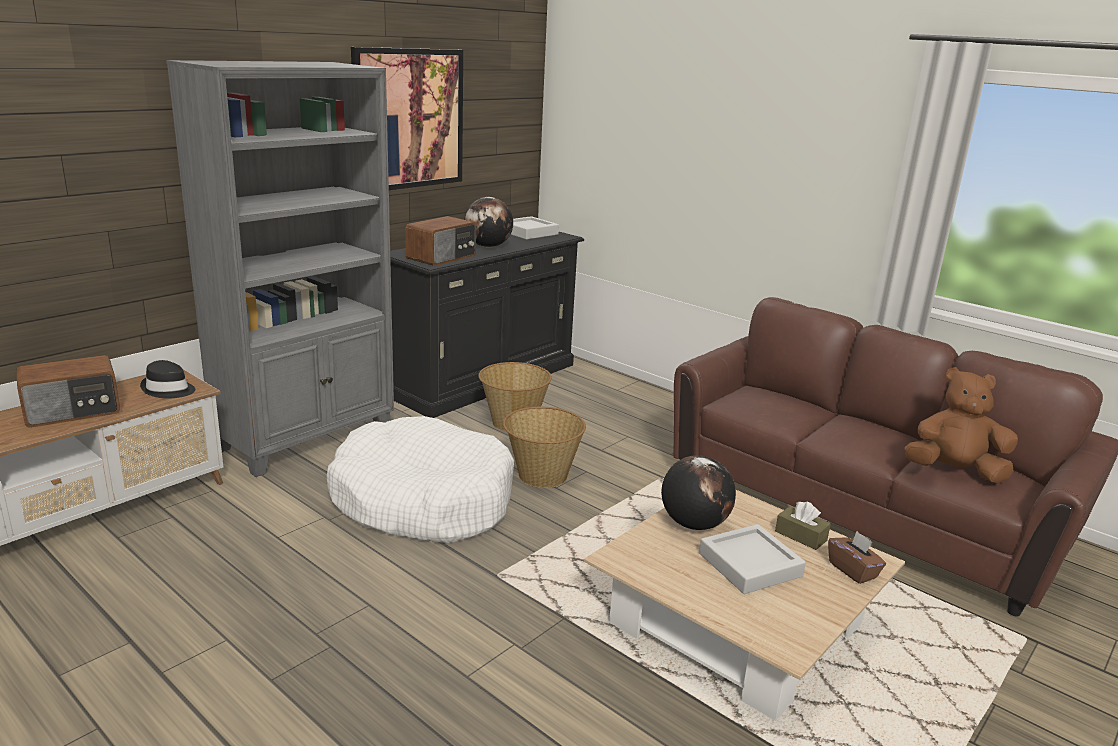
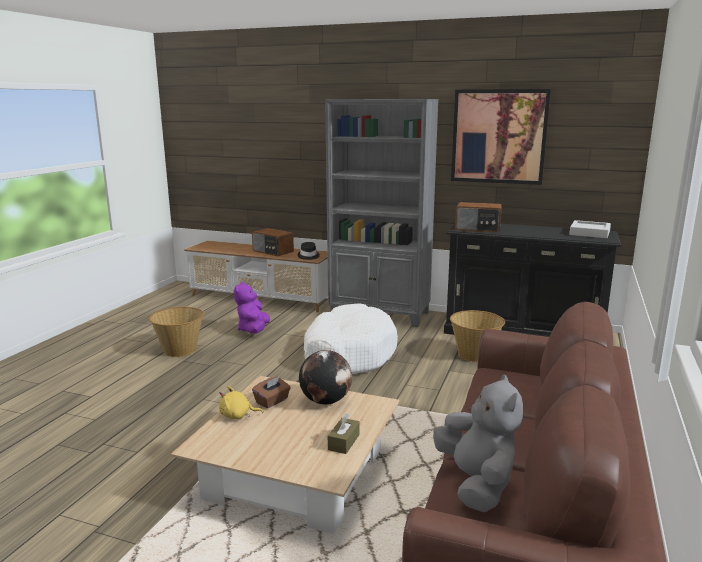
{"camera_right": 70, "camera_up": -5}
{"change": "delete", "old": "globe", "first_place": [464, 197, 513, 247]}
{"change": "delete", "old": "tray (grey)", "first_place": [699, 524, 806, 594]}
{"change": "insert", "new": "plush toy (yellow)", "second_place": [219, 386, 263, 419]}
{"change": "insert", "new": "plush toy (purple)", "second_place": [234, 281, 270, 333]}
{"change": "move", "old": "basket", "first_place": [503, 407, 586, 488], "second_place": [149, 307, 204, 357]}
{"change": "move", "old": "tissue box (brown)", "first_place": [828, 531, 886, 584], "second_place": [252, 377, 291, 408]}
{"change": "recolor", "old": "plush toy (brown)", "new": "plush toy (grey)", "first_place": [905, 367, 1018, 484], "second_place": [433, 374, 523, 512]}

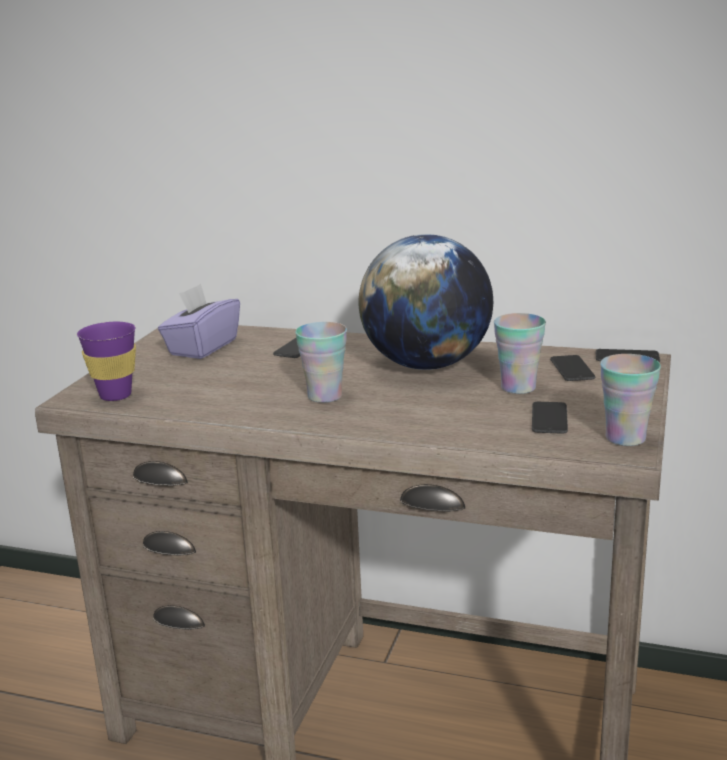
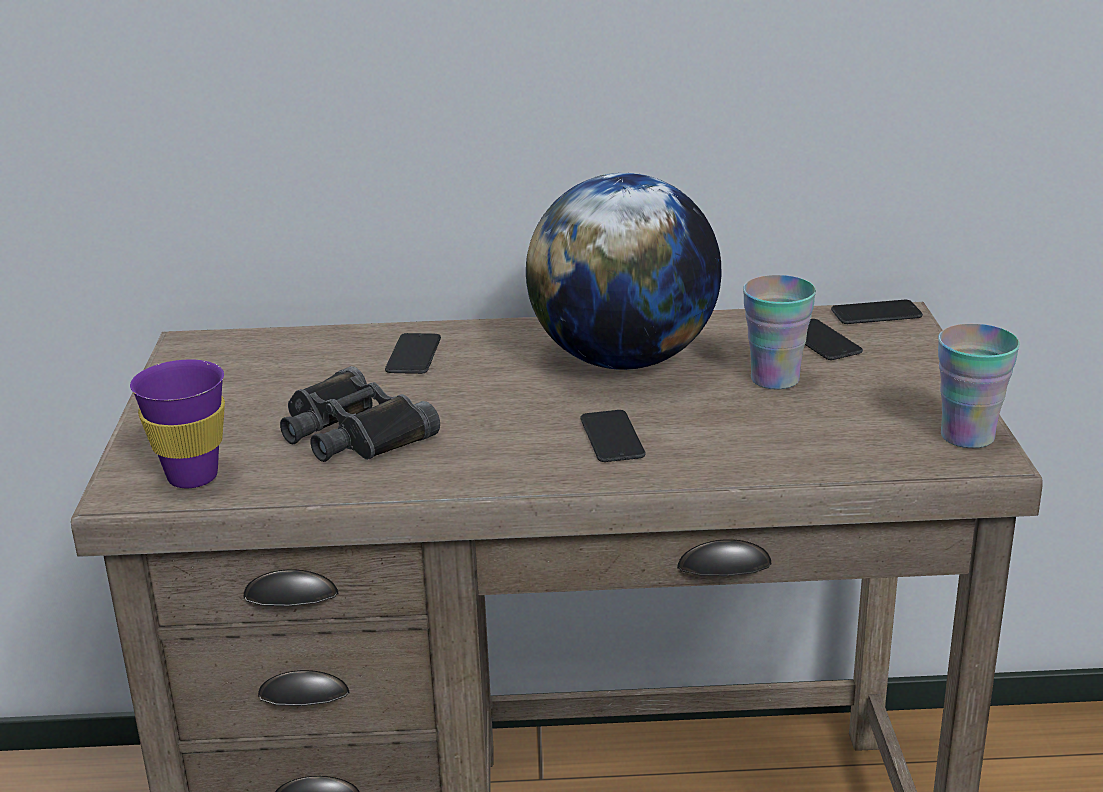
{"camera_right": -20, "camera_up": 5}
{"change": "delete", "old": "tissue box (purple)", "first_place": [158, 284, 240, 359]}
{"change": "delete", "old": "cup", "first_place": [295, 322, 347, 403]}
{"change": "insert", "new": "binoculars (black)", "second_place": [280, 366, 440, 462]}
{"change": "move", "old": "phone", "first_place": [532, 402, 568, 434], "second_place": [581, 410, 646, 462]}

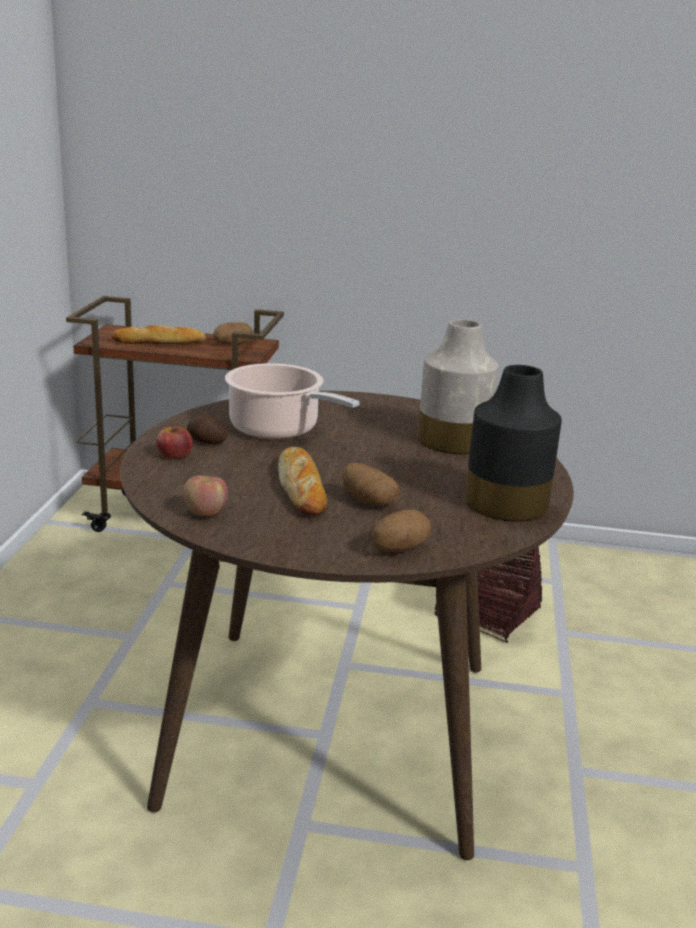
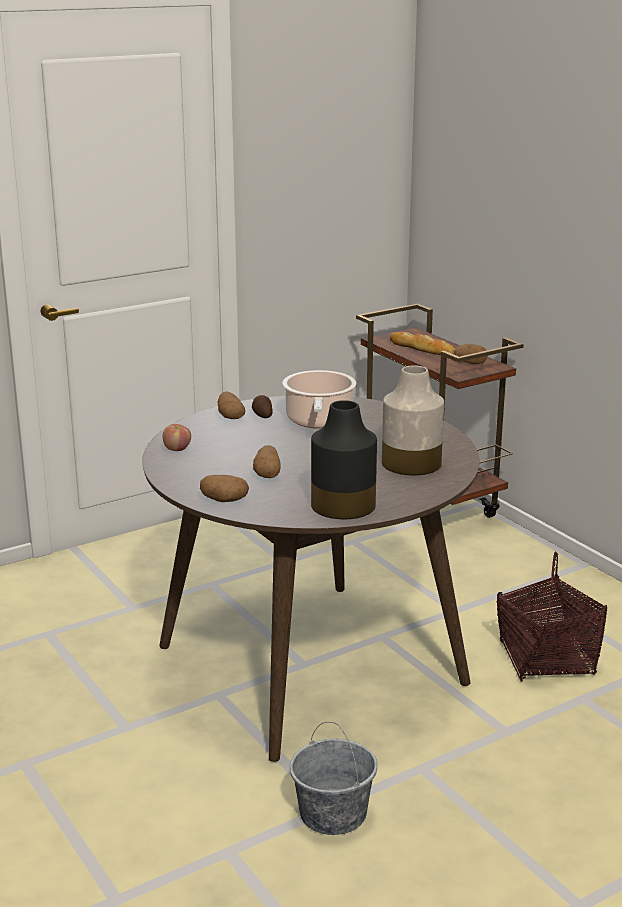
{"camera_right": 50, "camera_up": 0}
{"change": "delete", "old": "bread", "first_place": [278, 447, 327, 516]}
{"change": "insert", "new": "bucket (grey)", "second_place": [290, 722, 378, 835]}
{"change": "replace", "old": "apple", "new": "potato", "first_place": [156, 424, 193, 459], "second_place": [218, 392, 245, 419]}

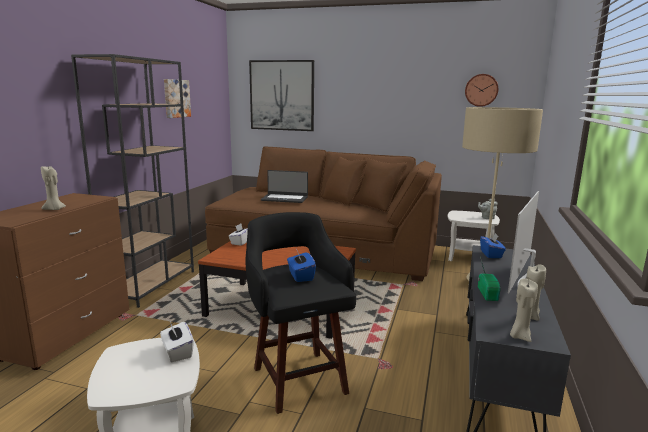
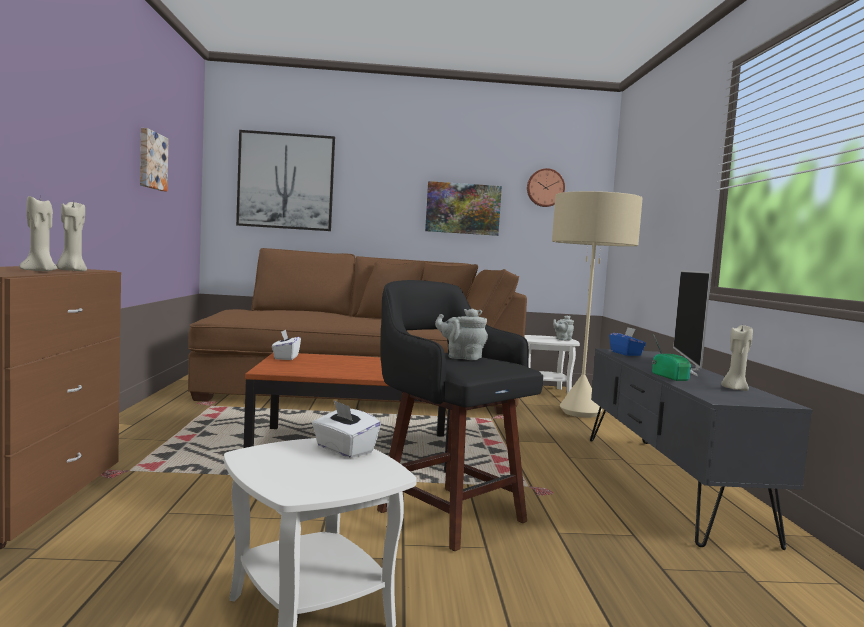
{"camera_right": -20, "camera_up": -10}
{"change": "delete", "old": "bookcase", "first_place": [71, 54, 194, 308]}
{"change": "delete", "old": "laptop", "first_place": [261, 170, 308, 203]}
{"change": "insert", "new": "picture", "second_place": [425, 181, 502, 236]}
{"change": "move", "old": "candle (beige)", "first_place": [510, 279, 538, 342], "second_place": [56, 201, 87, 271]}
{"change": "replace", "old": "tissue box (blue)", "new": "teapot (grey)", "first_place": [287, 249, 316, 282], "second_place": [435, 308, 488, 360]}

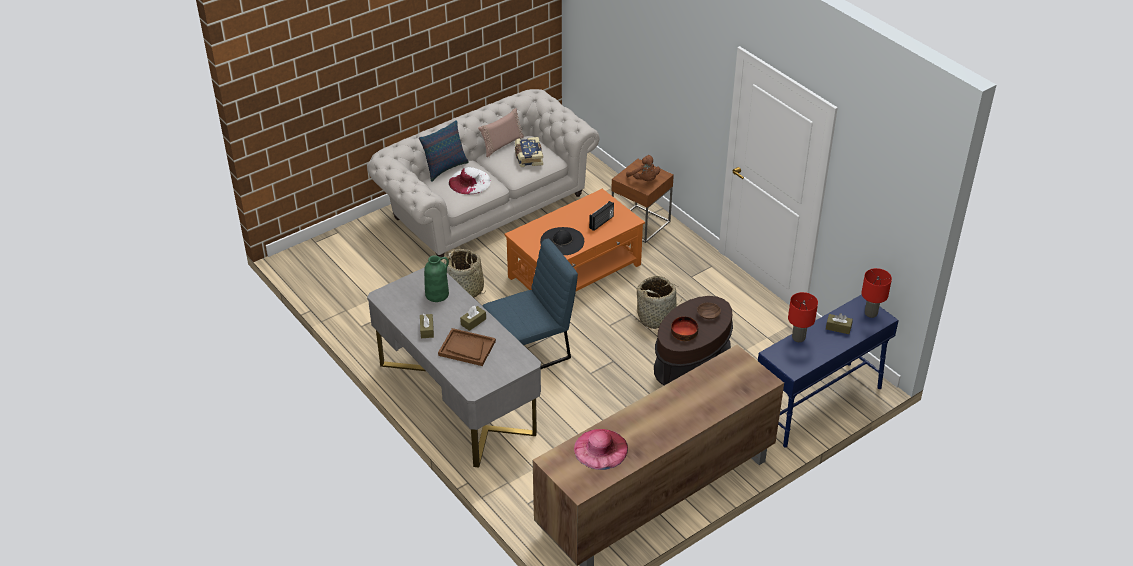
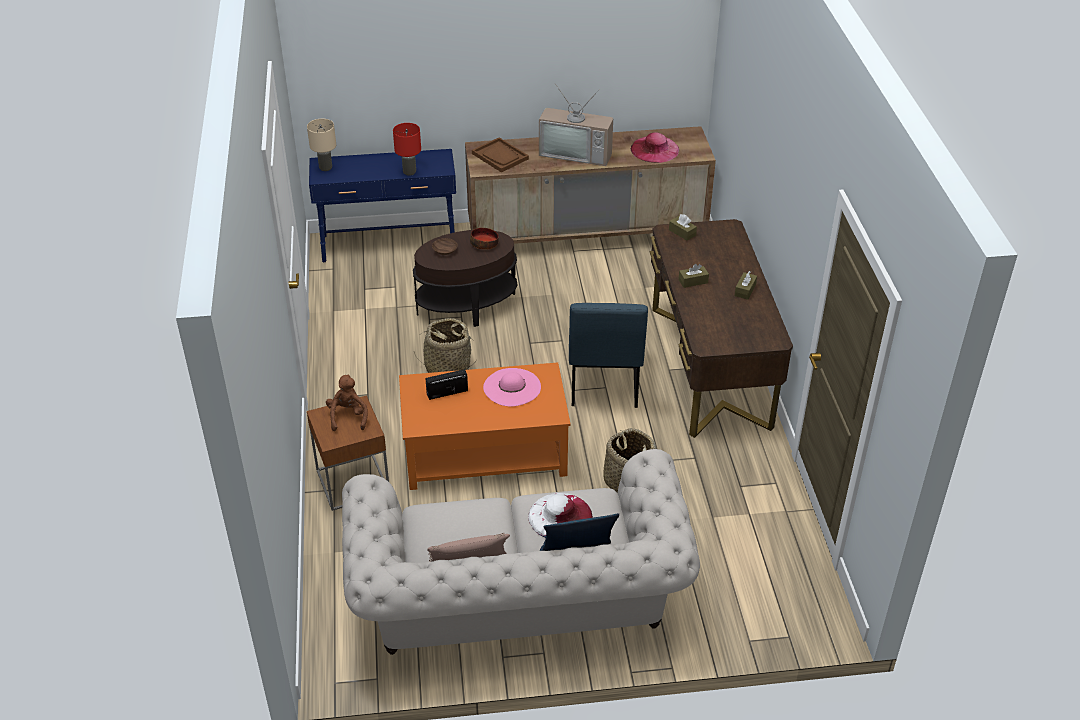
{"camera_right": -150, "camera_up": 0}
{"change": "delete", "old": "vase (green)", "first_place": [424, 255, 449, 302]}
{"change": "delete", "old": "book", "first_place": [515, 137, 543, 167]}
{"change": "insert", "new": "television", "second_place": [539, 85, 613, 166]}
{"change": "move", "old": "tray (brown)", "first_place": [438, 328, 496, 366], "second_place": [472, 138, 529, 172]}
{"change": "move", "old": "tissue box (brown)", "first_place": [826, 313, 853, 334], "second_place": [669, 214, 697, 241]}
{"change": "recolor", "old": "desk (grey)", "new": "desk (brown)", "first_place": [367, 267, 541, 468], "second_place": [650, 219, 793, 438]}
{"change": "recolor", "old": "hat (black)", "new": "hat (pink)", "first_place": [540, 227, 584, 255], "second_place": [483, 368, 541, 407]}
{"change": "recolor", "old": "table lamp (red)", "new": "table lamp (beige)", "first_place": [861, 268, 892, 318], "second_place": [307, 119, 336, 171]}
{"change": "rotate", "old": "chair (blue)", "first_place": [483, 238, 578, 369], "second_place": [569, 303, 648, 408], "degrees": -90}

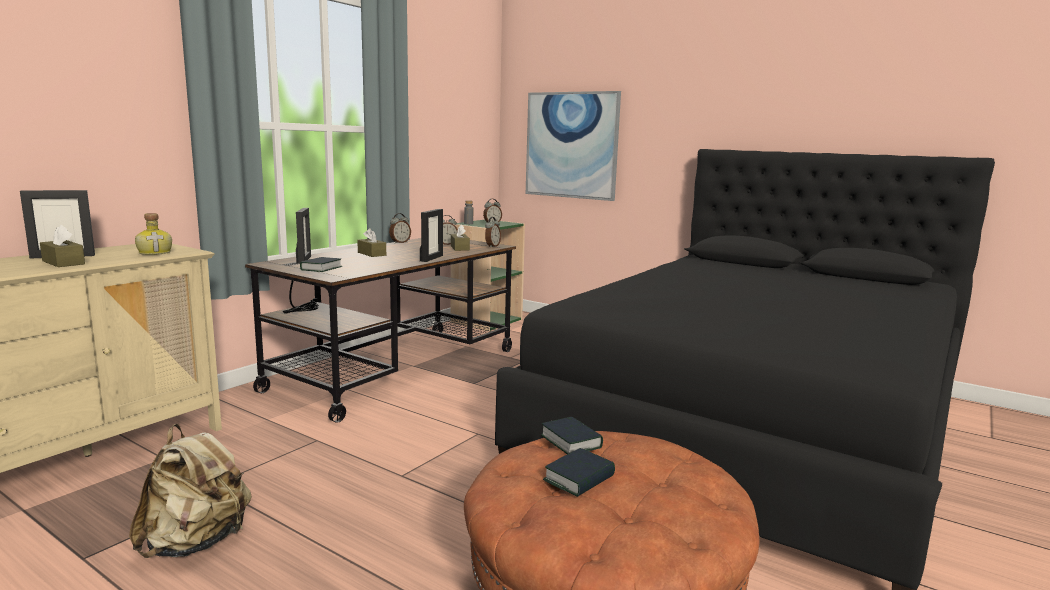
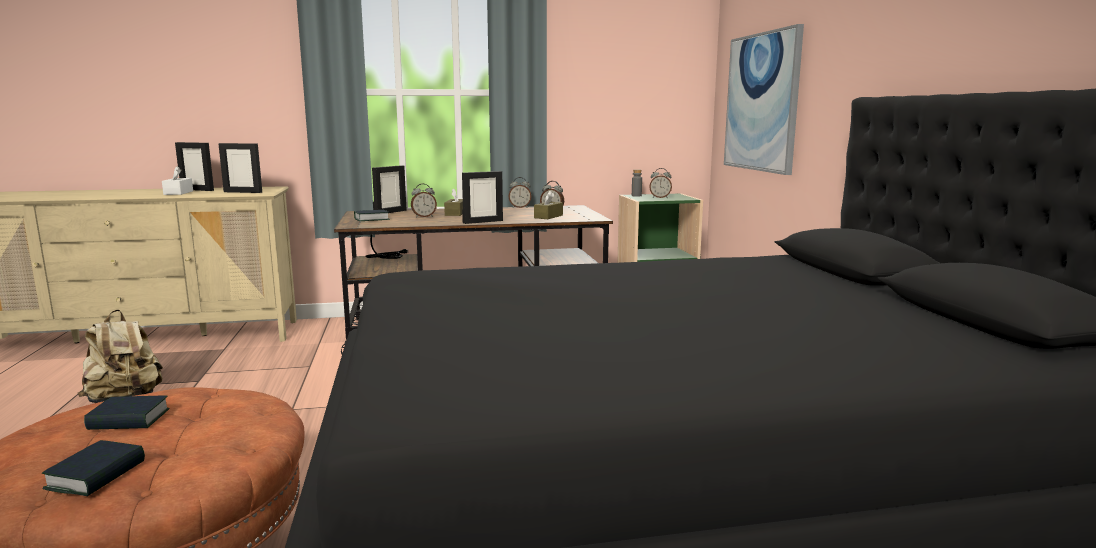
{"camera_right": 45, "camera_up": 0}
{"change": "move", "old": "alarm clock", "first_place": [485, 217, 501, 248], "second_place": [411, 184, 437, 218]}
{"change": "move", "old": "book", "first_place": [541, 417, 603, 454], "second_place": [42, 440, 145, 496]}
{"change": "replace", "old": "bottle", "new": "picture frame", "first_place": [135, 213, 172, 255], "second_place": [218, 143, 262, 193]}
{"change": "recolor", "old": "tissue box (brown)", "new": "tissue box (white)", "first_place": [40, 225, 85, 267], "second_place": [162, 166, 193, 195]}

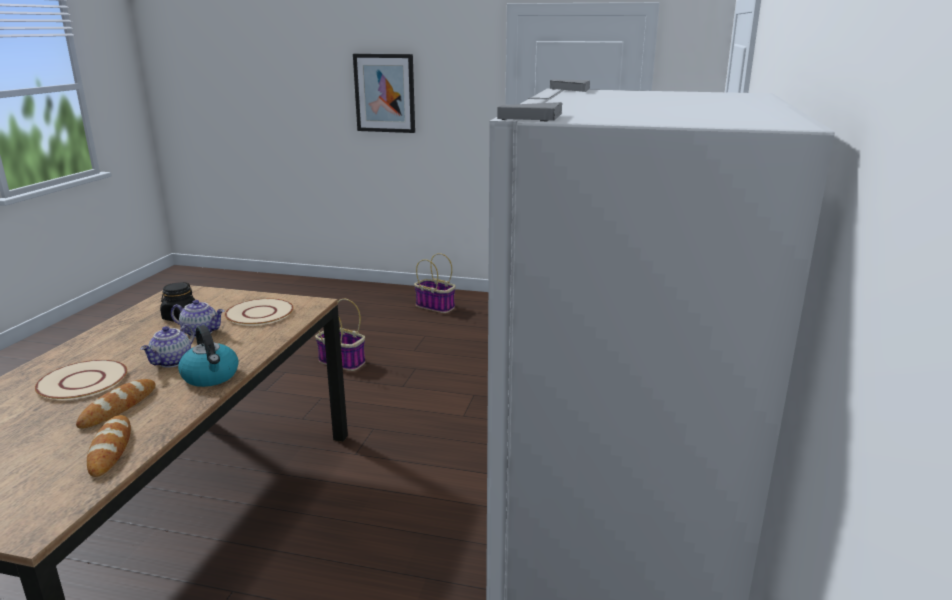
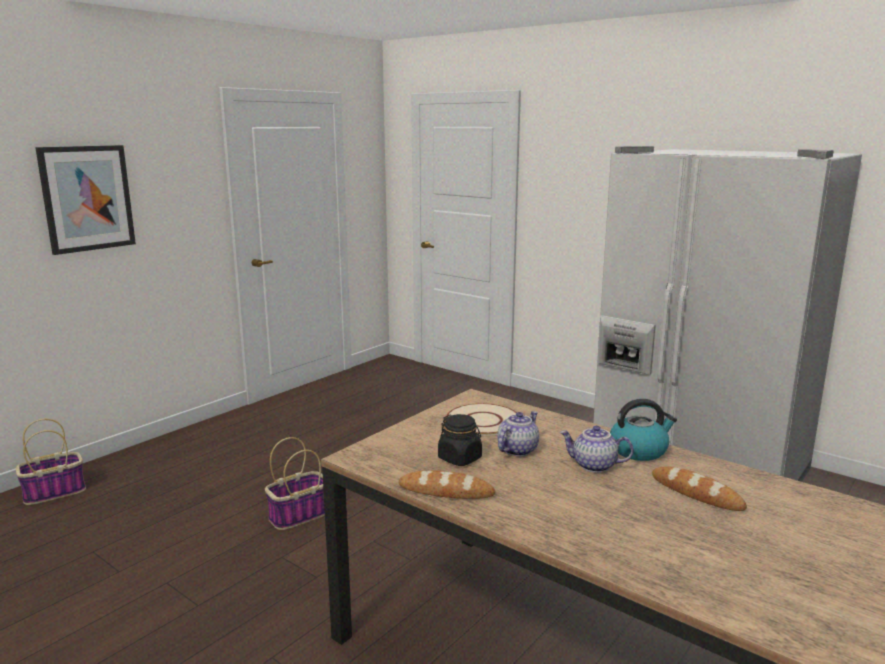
{"camera_right": -65, "camera_up": -5}
{"change": "delete", "old": "plate (beige)", "first_place": [35, 360, 127, 400]}
{"change": "move", "old": "bread", "first_place": [87, 415, 131, 477], "second_place": [399, 470, 495, 499]}
{"change": "move", "old": "basket", "first_place": [414, 253, 456, 313], "second_place": [16, 419, 86, 505]}
{"change": "rotate", "old": "teapot", "first_place": [140, 324, 195, 368], "second_place": [560, 425, 634, 473], "degrees": 150}

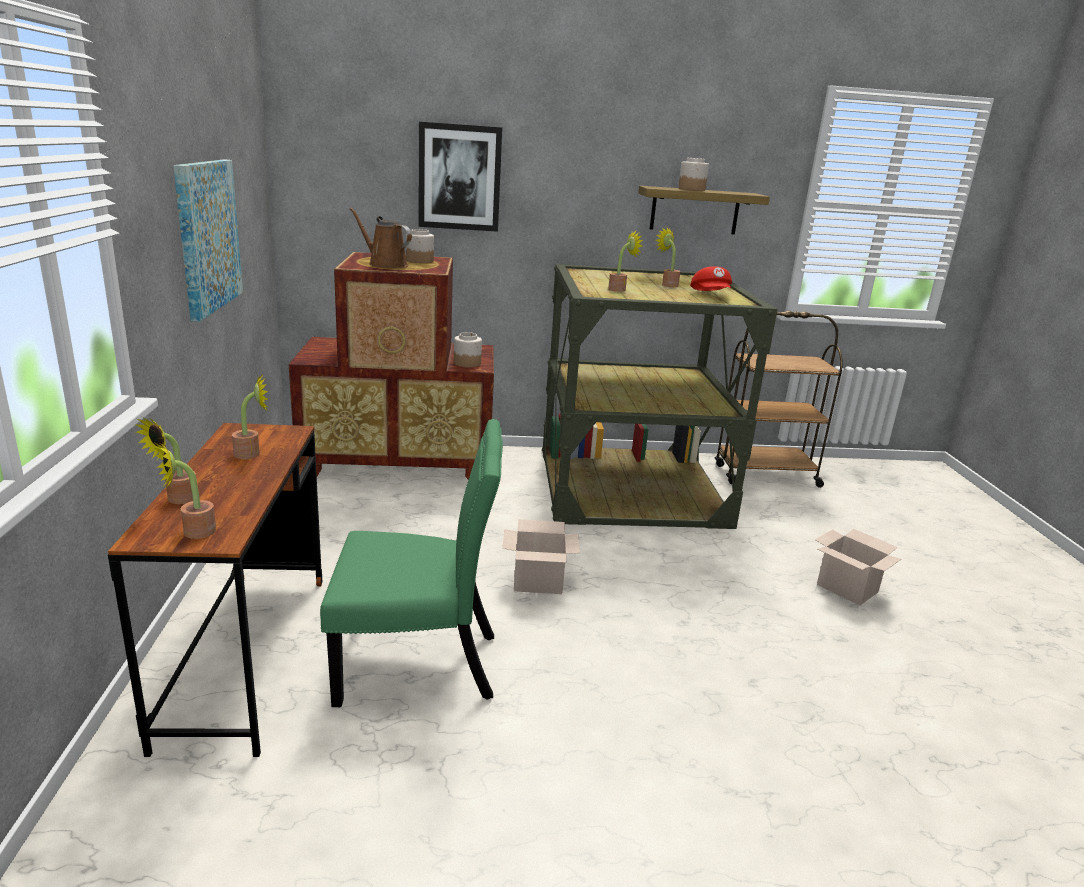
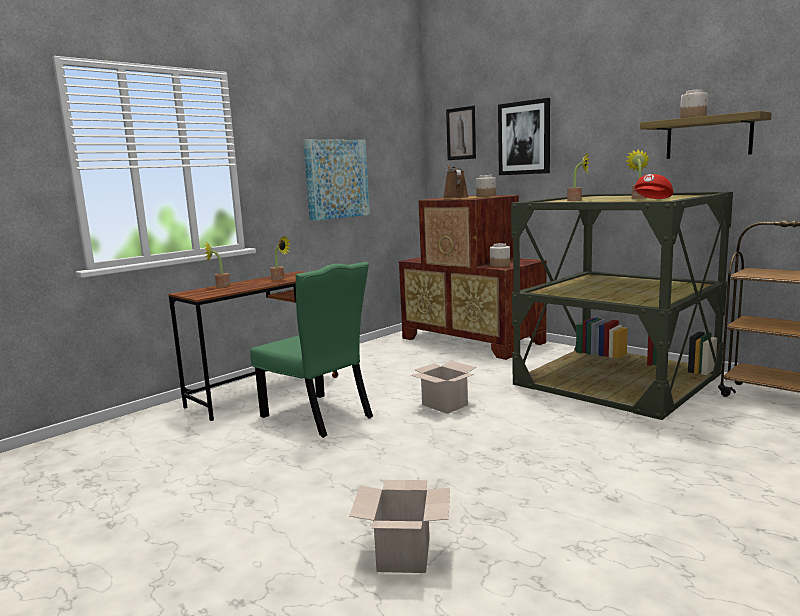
{"camera_right": 50, "camera_up": -10}
{"change": "delete", "old": "potted plant", "first_place": [155, 442, 216, 539]}
{"change": "insert", "new": "picture", "second_place": [446, 106, 476, 160]}
{"change": "move", "old": "cardboard box", "first_place": [815, 529, 902, 606], "second_place": [349, 480, 450, 573]}

